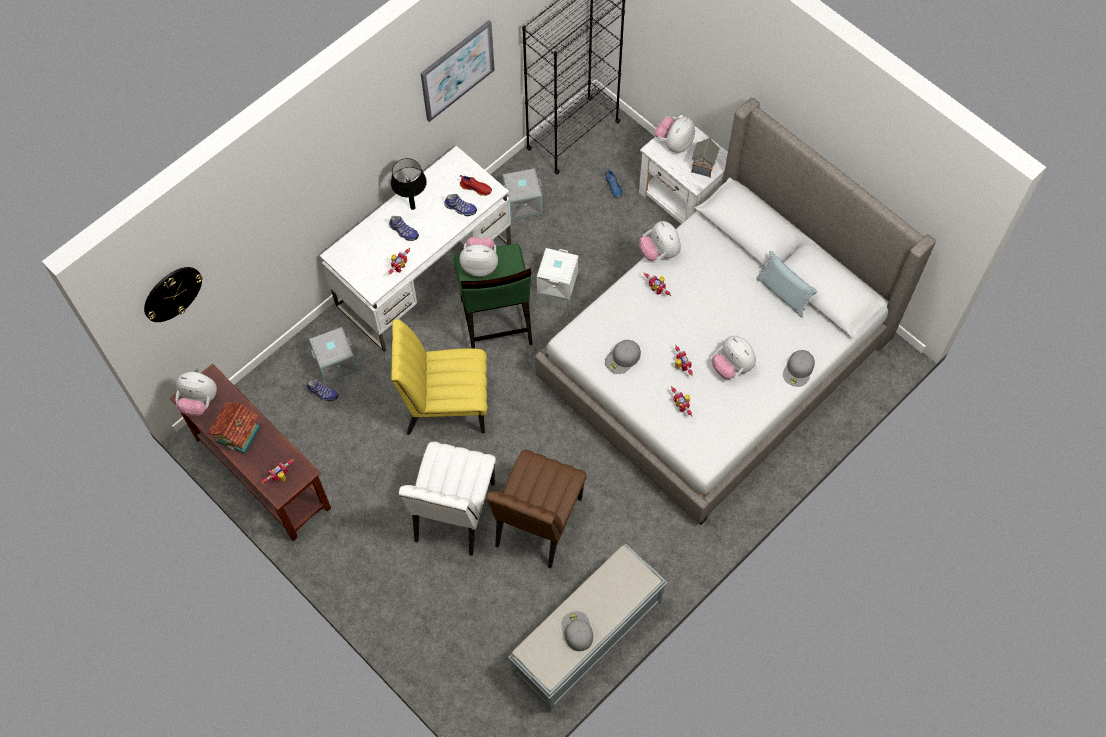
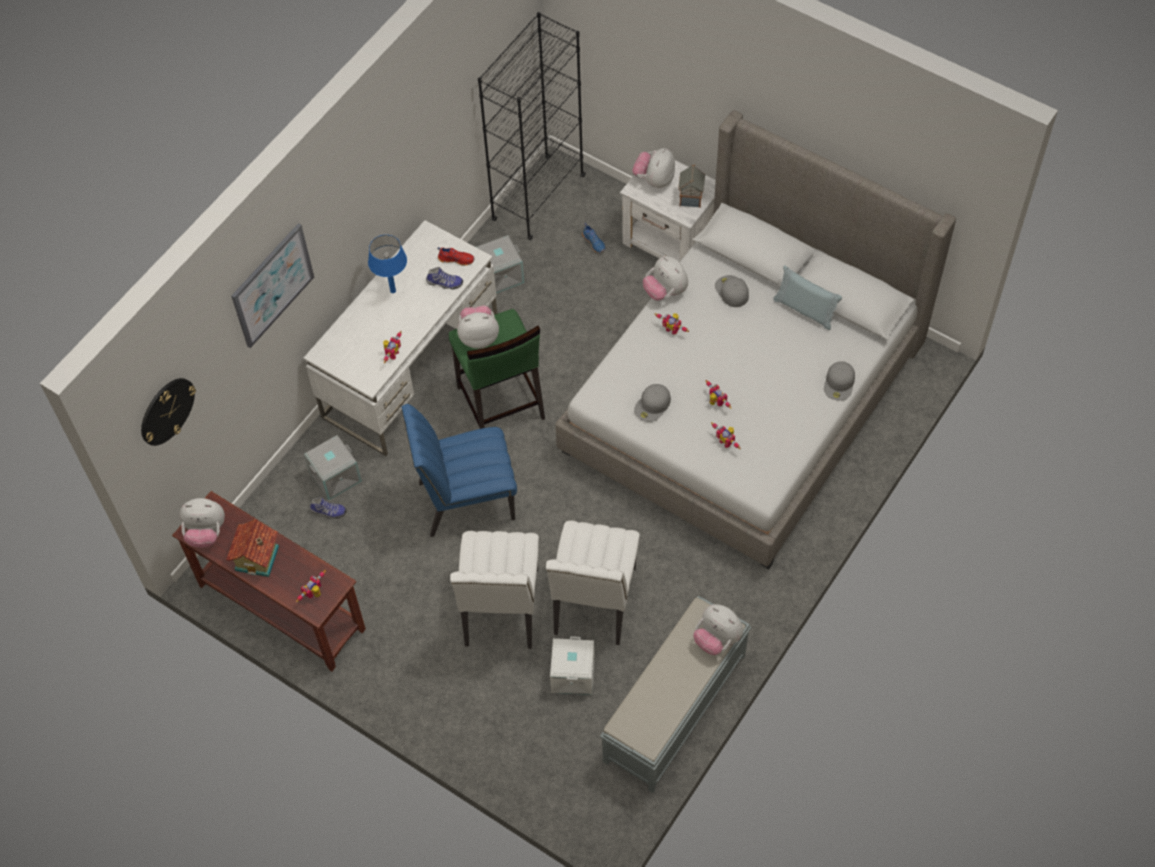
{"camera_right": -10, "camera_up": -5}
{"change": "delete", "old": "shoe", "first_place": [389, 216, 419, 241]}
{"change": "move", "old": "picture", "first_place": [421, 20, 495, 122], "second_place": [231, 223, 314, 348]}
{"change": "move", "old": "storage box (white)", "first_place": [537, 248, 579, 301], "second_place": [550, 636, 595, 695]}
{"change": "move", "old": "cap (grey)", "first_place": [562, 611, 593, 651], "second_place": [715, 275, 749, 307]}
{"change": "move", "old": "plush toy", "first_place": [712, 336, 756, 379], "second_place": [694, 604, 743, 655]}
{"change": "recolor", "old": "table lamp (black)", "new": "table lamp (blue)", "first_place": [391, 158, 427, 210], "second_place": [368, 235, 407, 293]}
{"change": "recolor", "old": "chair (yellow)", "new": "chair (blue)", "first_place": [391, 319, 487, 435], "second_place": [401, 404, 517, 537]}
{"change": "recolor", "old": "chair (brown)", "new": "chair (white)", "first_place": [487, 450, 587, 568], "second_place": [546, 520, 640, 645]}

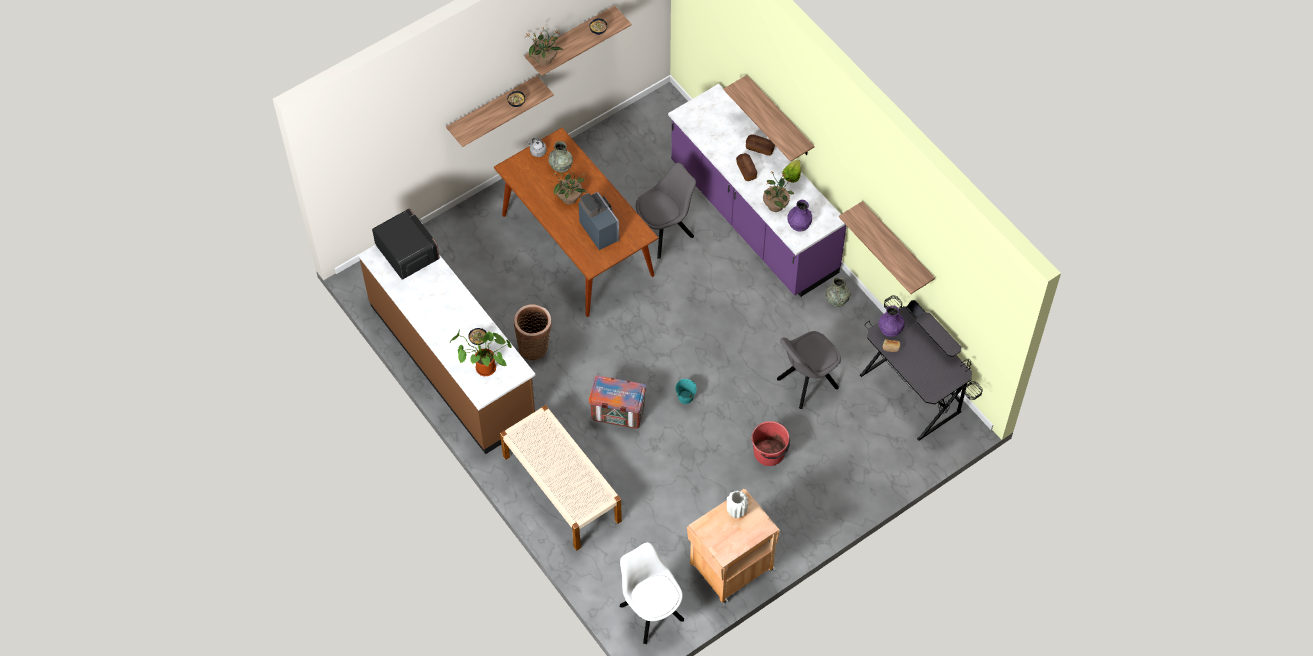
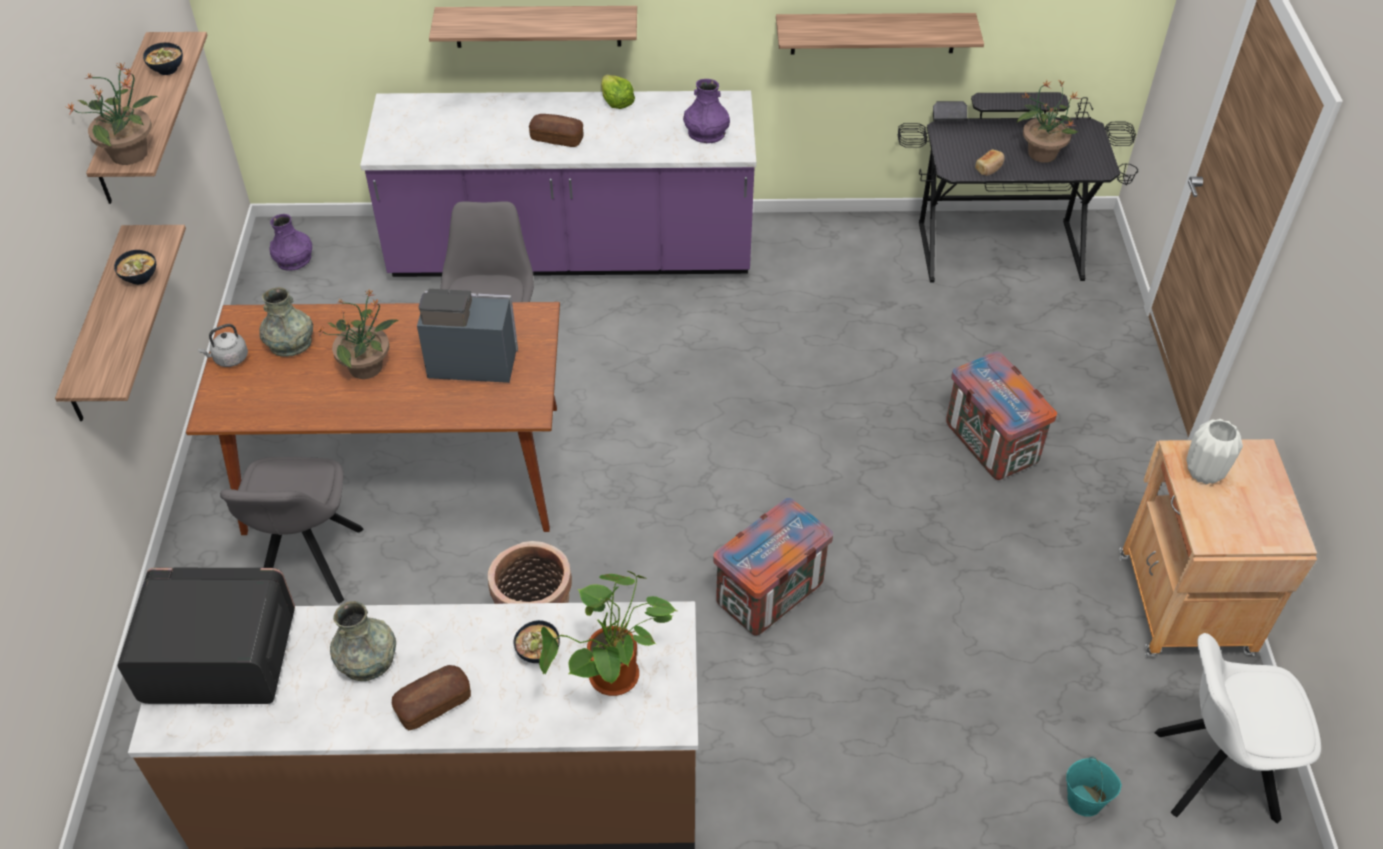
{"camera_right": -55, "camera_up": -10}
{"change": "delete", "old": "bench (beige)", "first_place": [500, 405, 622, 551]}
{"change": "move", "old": "bucket (turquoise)", "first_place": [675, 379, 697, 404], "second_place": [1066, 757, 1122, 817]}
{"change": "move", "old": "bread", "first_place": [746, 134, 775, 156], "second_place": [392, 665, 471, 730]}
{"change": "move", "old": "potted plant", "first_place": [763, 171, 794, 212], "second_place": [1017, 81, 1080, 163]}
{"change": "move", "old": "chair (grey)", "first_place": [777, 331, 841, 409], "second_place": [220, 457, 364, 604]}
{"change": "move", "old": "vase (grey)", "first_place": [825, 277, 850, 307], "second_place": [330, 601, 396, 681]}
{"change": "move", "old": "vase (purple)", "first_place": [879, 305, 905, 337], "second_place": [269, 214, 312, 271]}
{"change": "replace", "old": "bucket (red)", "new": "crate", "first_place": [751, 421, 790, 466], "second_place": [946, 351, 1057, 480]}

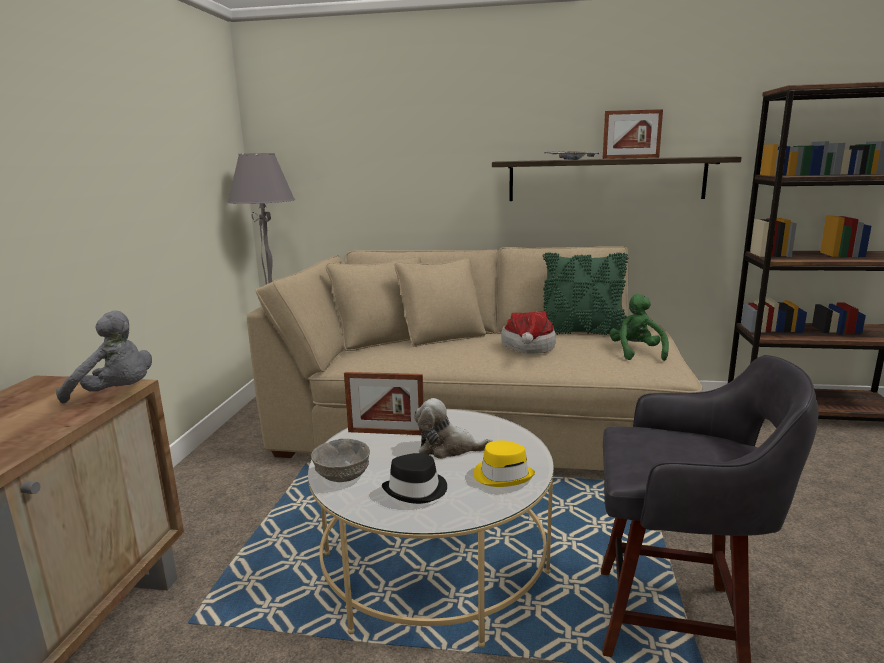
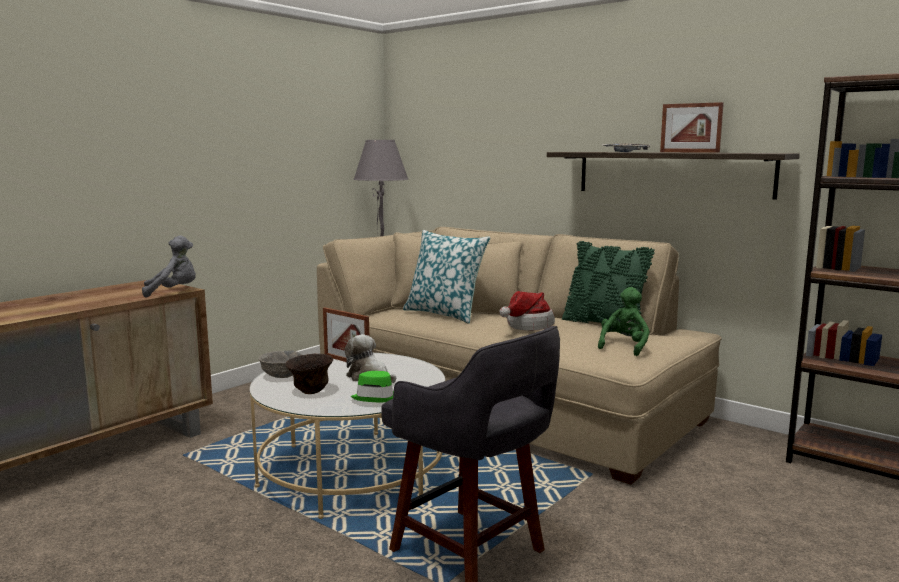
{"camera_right": 30, "camera_up": -5}
{"change": "insert", "new": "pillow", "second_place": [403, 230, 490, 324]}
{"change": "replace", "old": "hat (black)", "new": "bowl (brown)", "first_place": [382, 453, 447, 504], "second_place": [285, 353, 333, 394]}
{"change": "recolor", "old": "hat (yellow)", "new": "hat (green)", "first_place": [473, 440, 535, 487], "second_place": [351, 371, 394, 402]}
{"change": "rotate", "old": "plush toy (grey)", "first_place": [56, 311, 152, 404], "second_place": [142, 235, 196, 298], "degrees": -60}

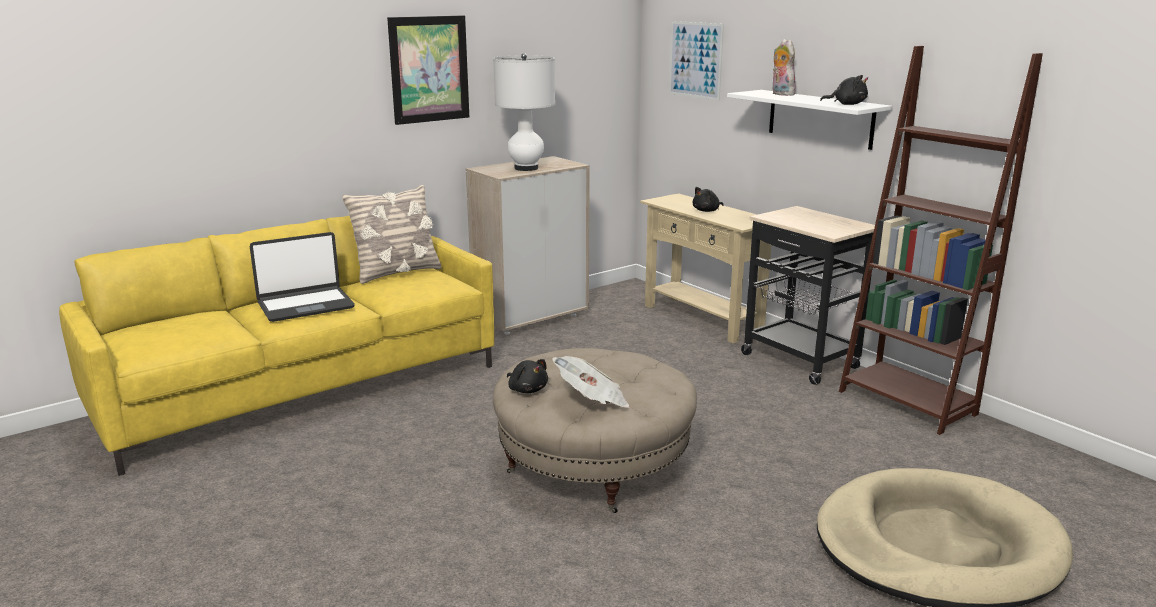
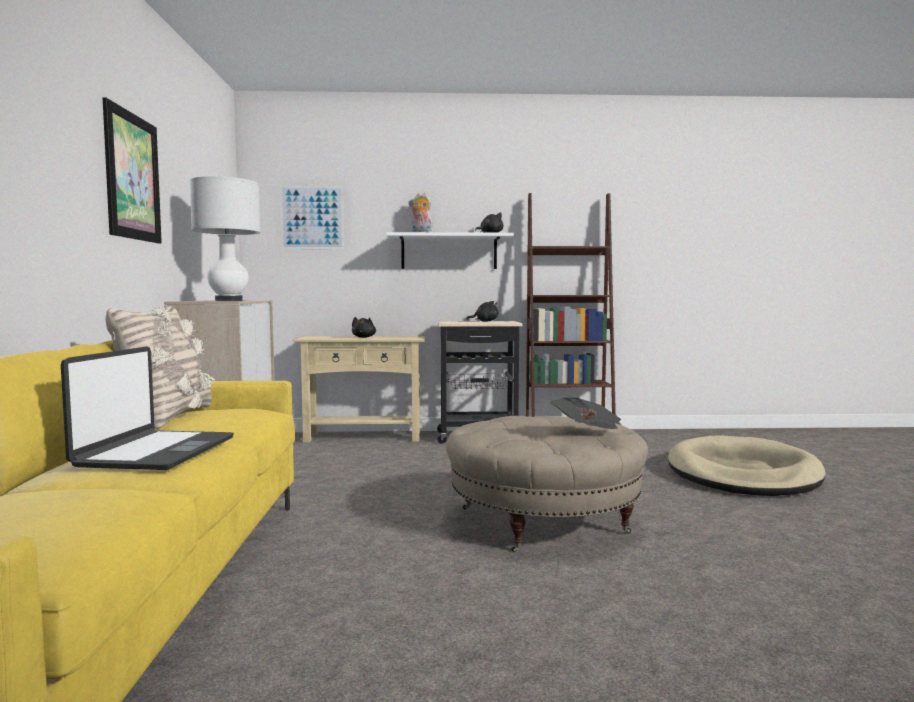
{"camera_right": -55, "camera_up": -15}
{"change": "move", "old": "plush toy (black)", "first_place": [507, 359, 548, 393], "second_place": [466, 301, 498, 322]}

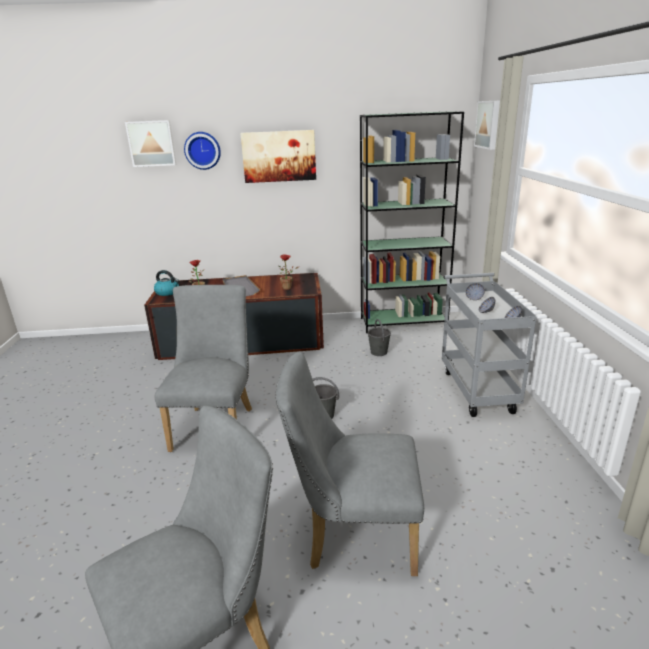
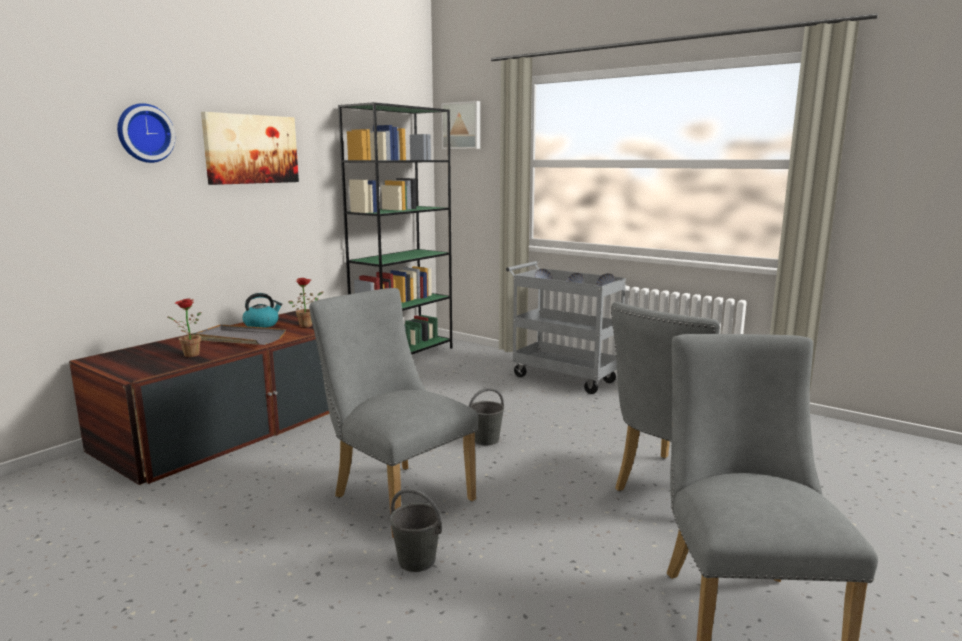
{"camera_right": -50, "camera_up": -10}
{"change": "delete", "old": "picture", "first_place": [125, 120, 177, 167]}
{"change": "move", "old": "kettle", "first_place": [154, 270, 179, 296], "second_place": [243, 293, 283, 328]}
{"change": "move", "old": "bucket (grey)", "first_place": [368, 319, 391, 356], "second_place": [390, 489, 442, 572]}

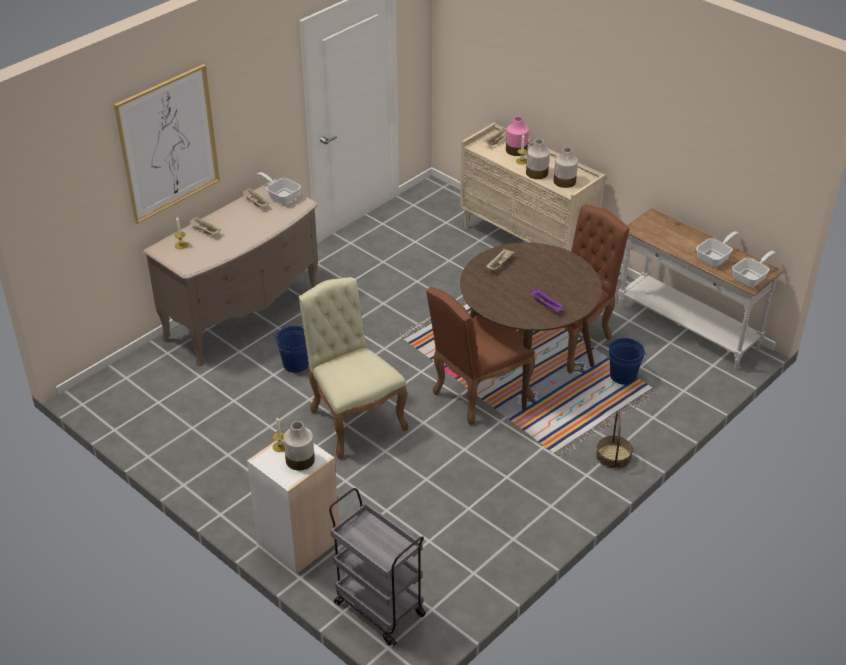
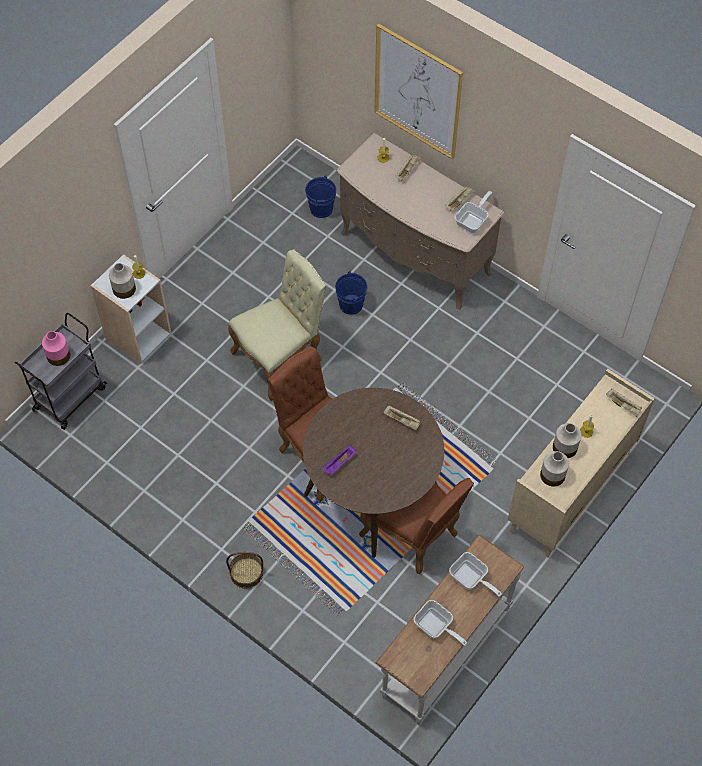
{"camera_right": 85, "camera_up": 20}
{"change": "move", "old": "vase (pink)", "first_place": [506, 117, 529, 156], "second_place": [42, 331, 70, 366]}
{"change": "move", "old": "bucket (blue)", "first_place": [607, 338, 646, 385], "second_place": [305, 175, 336, 218]}
{"change": "move", "old": "frying pan", "first_place": [732, 251, 775, 287], "second_place": [449, 552, 502, 597]}

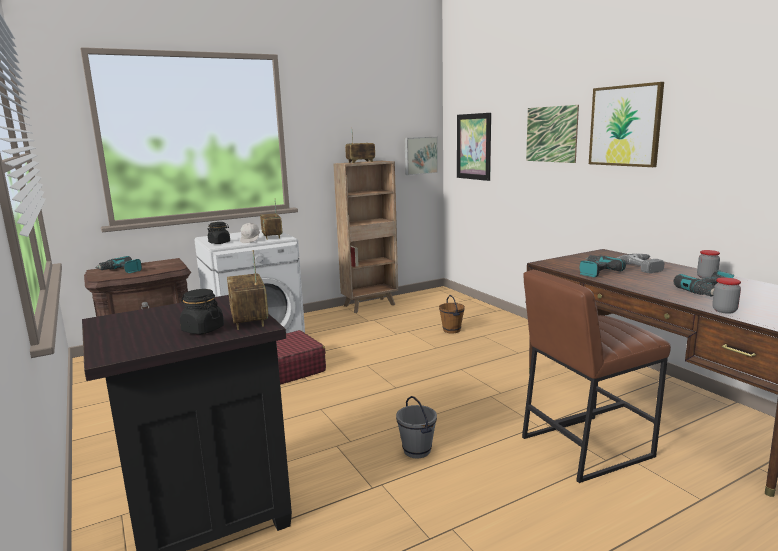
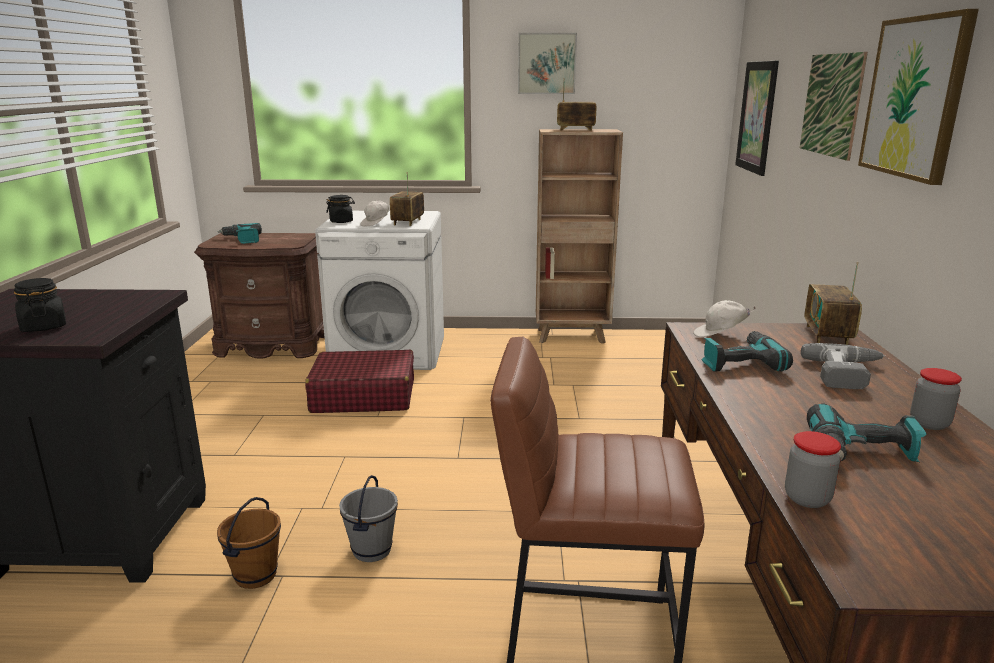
{"camera_right": 30, "camera_up": 5}
{"change": "insert", "new": "cap (white)", "second_place": [693, 300, 756, 337]}
{"change": "move", "old": "radio", "first_place": [227, 250, 268, 330], "second_place": [805, 262, 862, 345]}
{"change": "move", "old": "picture", "first_place": [405, 137, 438, 175], "second_place": [518, 33, 577, 94]}
{"change": "move", "old": "bucket (brown)", "first_place": [439, 295, 465, 334], "second_place": [217, 497, 281, 589]}

